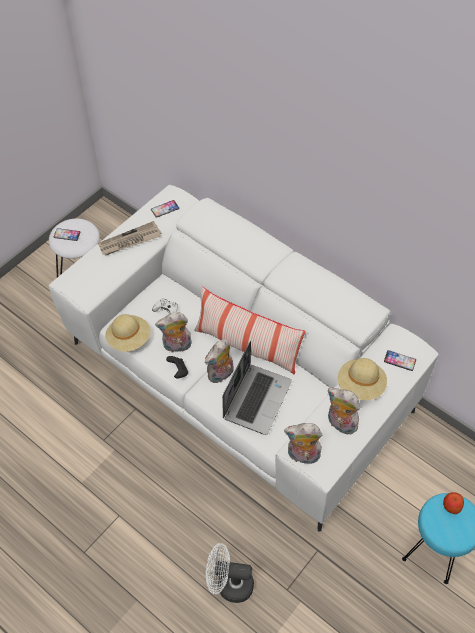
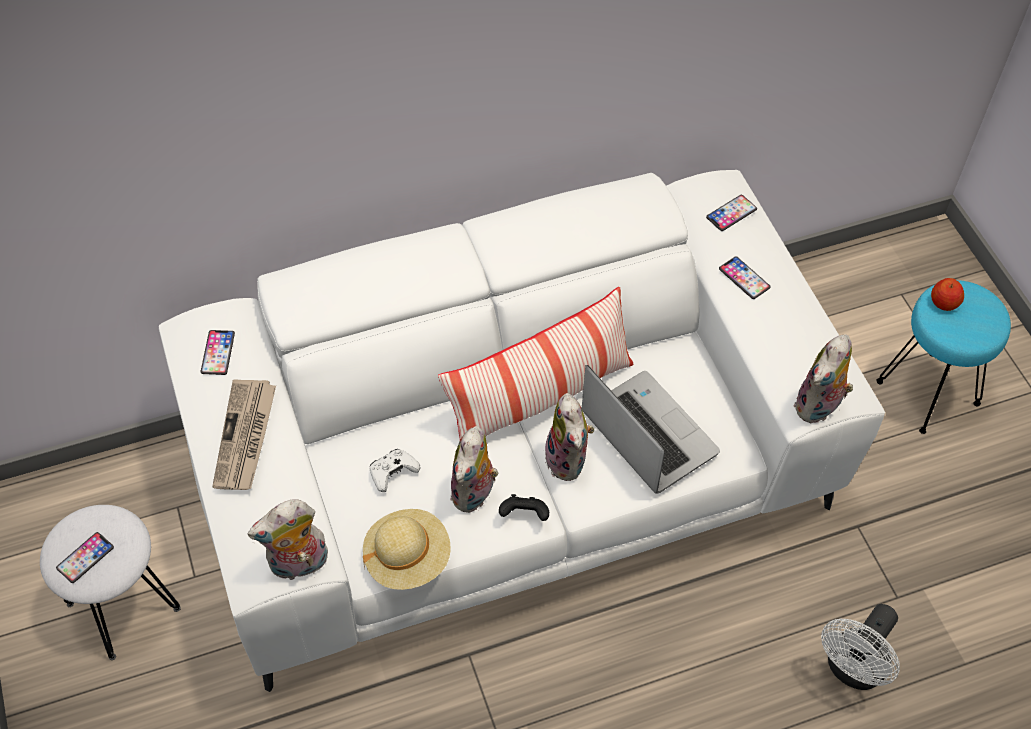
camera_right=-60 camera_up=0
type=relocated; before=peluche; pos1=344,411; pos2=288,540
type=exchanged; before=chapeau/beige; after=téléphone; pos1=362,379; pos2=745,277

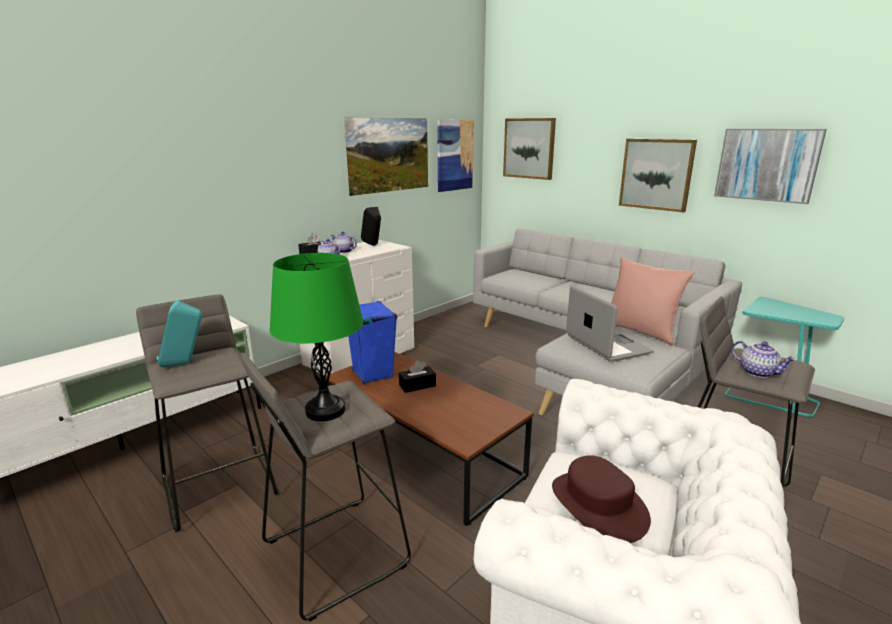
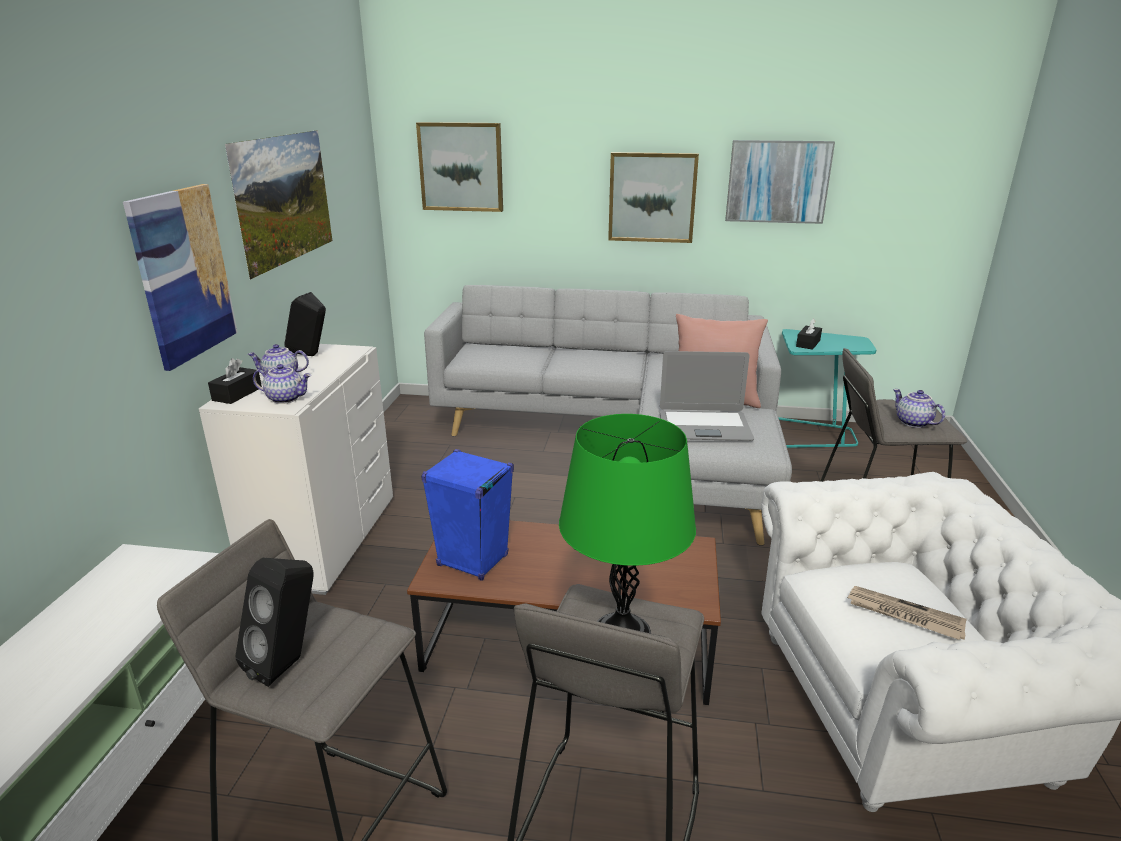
camera_right=-35 camera_up=5
type=colour; before=enceinte/turquoise; after=enceinte/noir; pos1=179,333; pos2=275,622
type=relocated; before=boîte à mouchoirs/noir; pos1=417,376; pos2=809,334
type=relocated; before=tableau; pos1=455,156; pos2=180,277
type=exchanged; before=chapeau/marron; after=journal; pos1=601,499; pos2=907,613
type=spun; before=ordinateur portable; pos1=609,324; pos2=707,396; turn=150
type=spun; before=théière; pos1=763,359; pos2=919,408; turn=-135

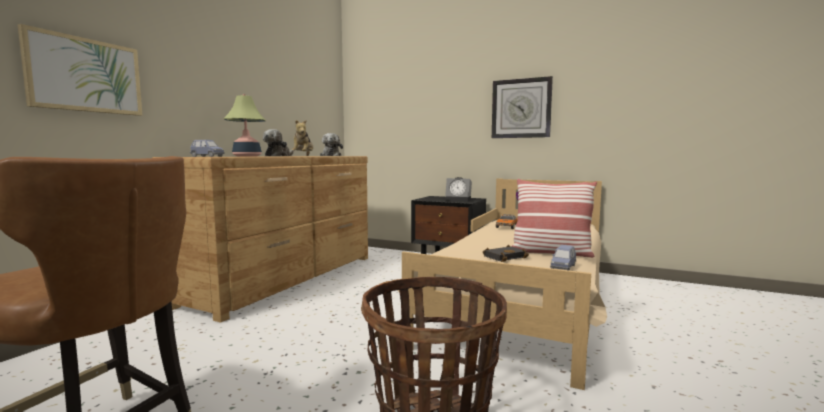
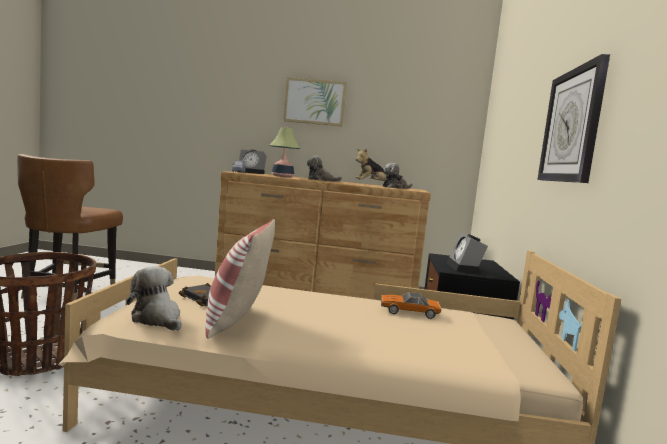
camera_right=70 camera_up=0
type=relocated; before=tableau; pos1=80,70; pos2=315,101
type=exchanged; before=petite voiture/bleu; after=peluche; pos1=563,258; pos2=154,298
type=appeared; after=réveil; pos2=252,161

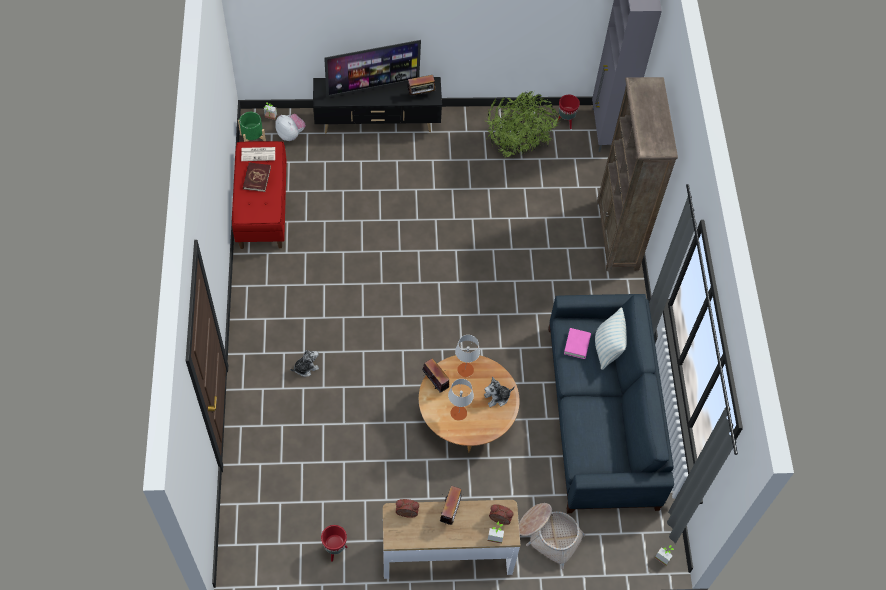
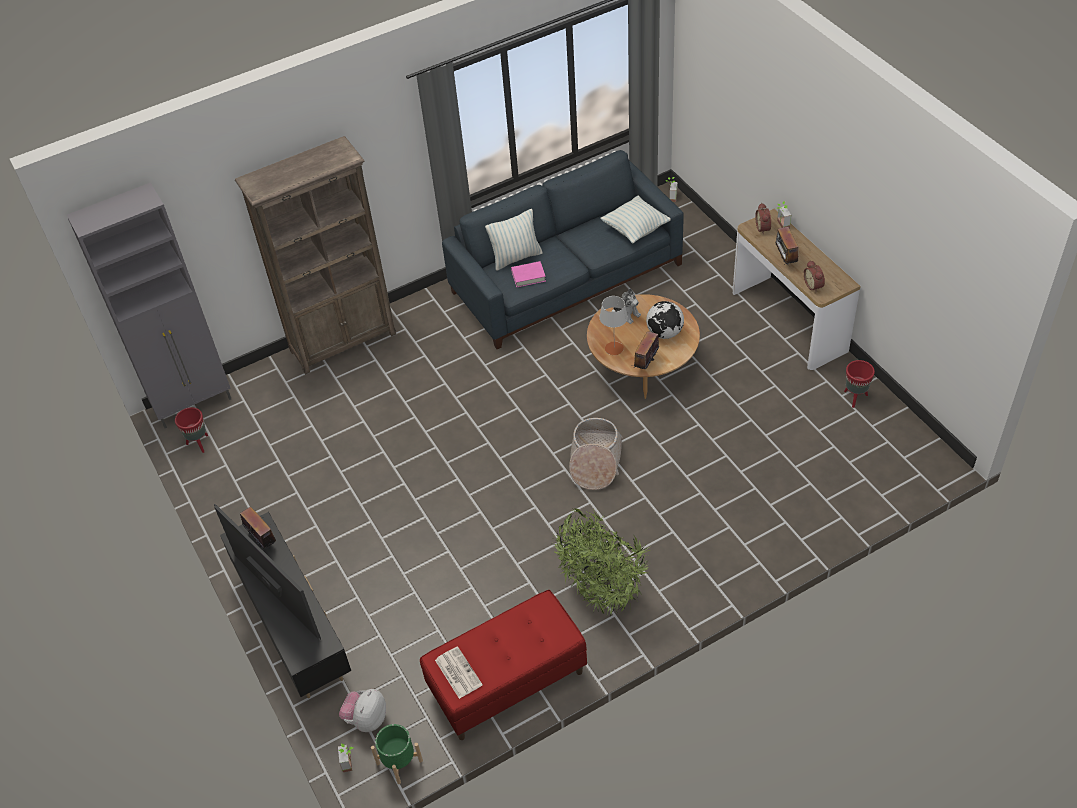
camera_right=-110 camera_up=-10
type=missing; before=livre/rouge; pos1=257,177
type=missing; before=peluche; pos1=304,363
type=spun; before=radio; pos1=451,505; pos2=787,246; turn=-90
type=exchanged; before=lampe de table/gris; after=globe; pos1=461,400; pos2=665,320
type=relocated; before=plante en pot; pos1=523,124; pos2=600,562
type=relocated; before=panier; pos1=552,536; pos2=596,454
type=appeared; after=coussin; pos2=636,219

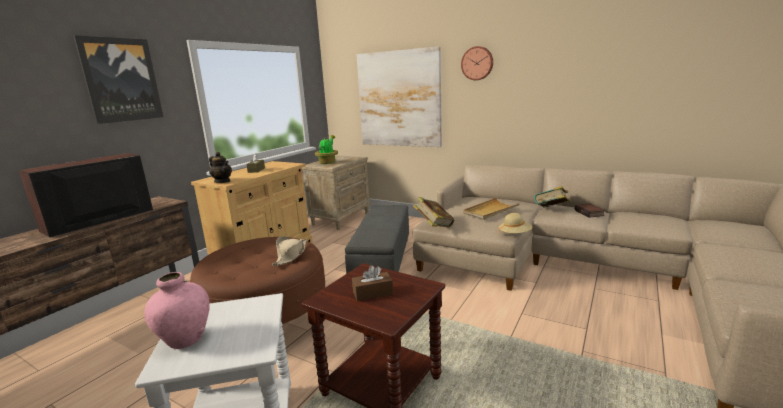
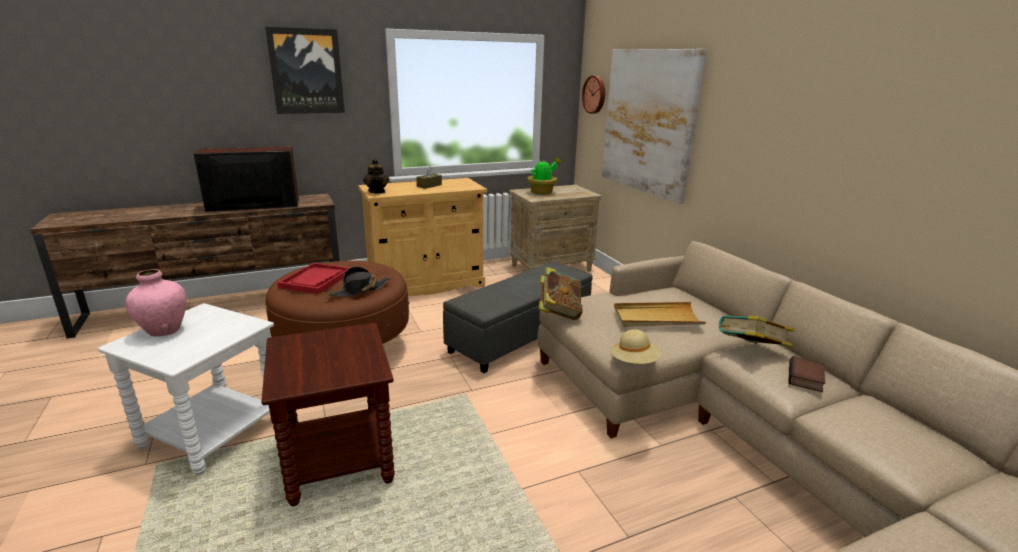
camera_right=35 camera_up=5
type=colour; before=chapeau/beige; after=chapeau/noir; pos1=289,251; pos2=359,282
type=missing; before=boîte à mouchoirs/marron; pos1=372,283
type=relocated; before=horloge murale; pos1=477,63; pos2=593,95
type=appeared; after=plateau/rouge; pos2=313,278

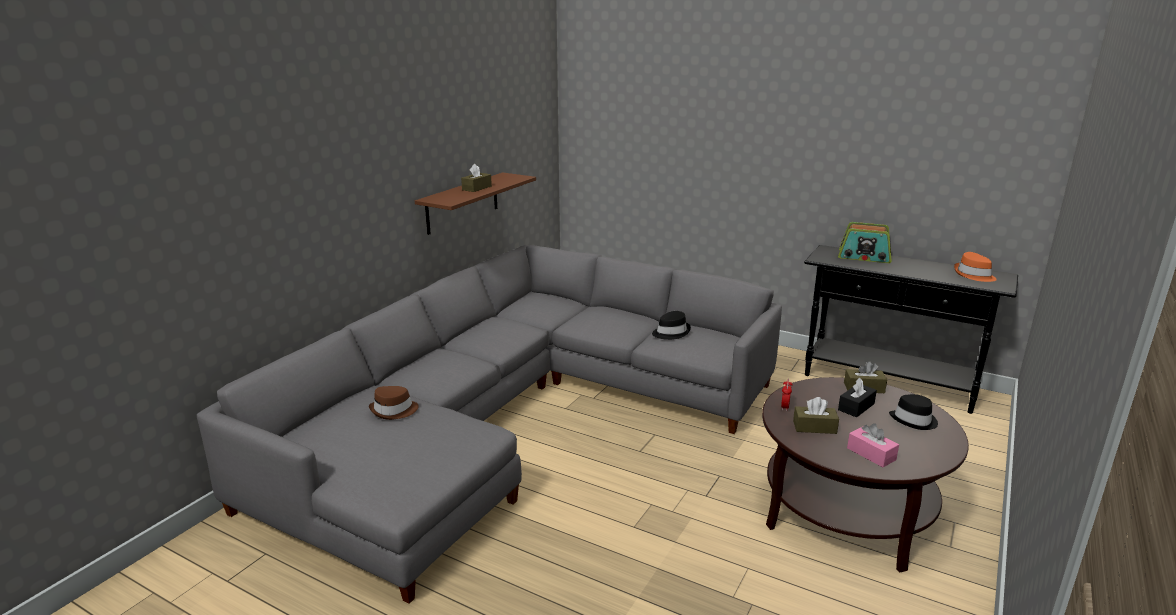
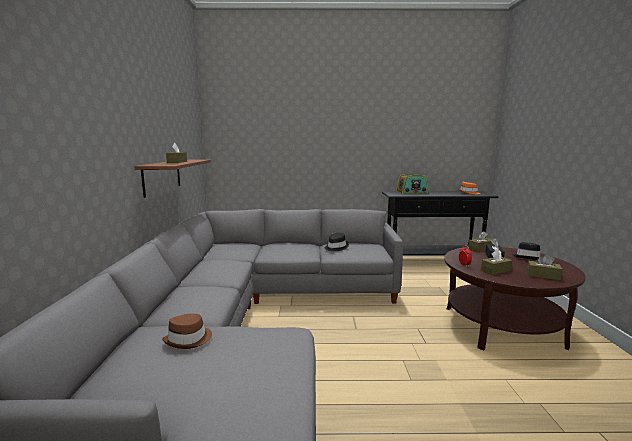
camera_right=-30 camera_up=-10
type=colour; before=boîte à mouchoirs/rose; after=boîte à mouchoirs/marron; pos1=873,445; pos2=545,267

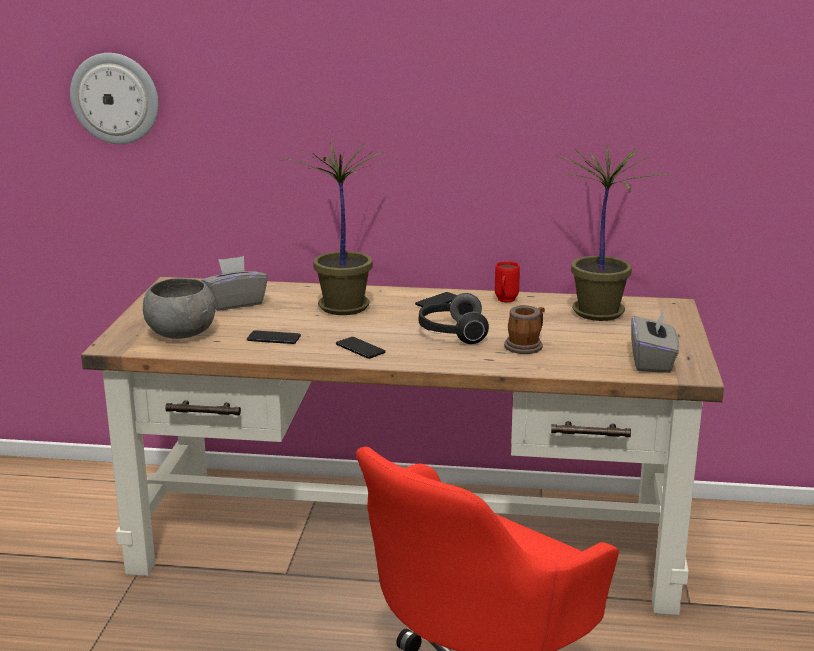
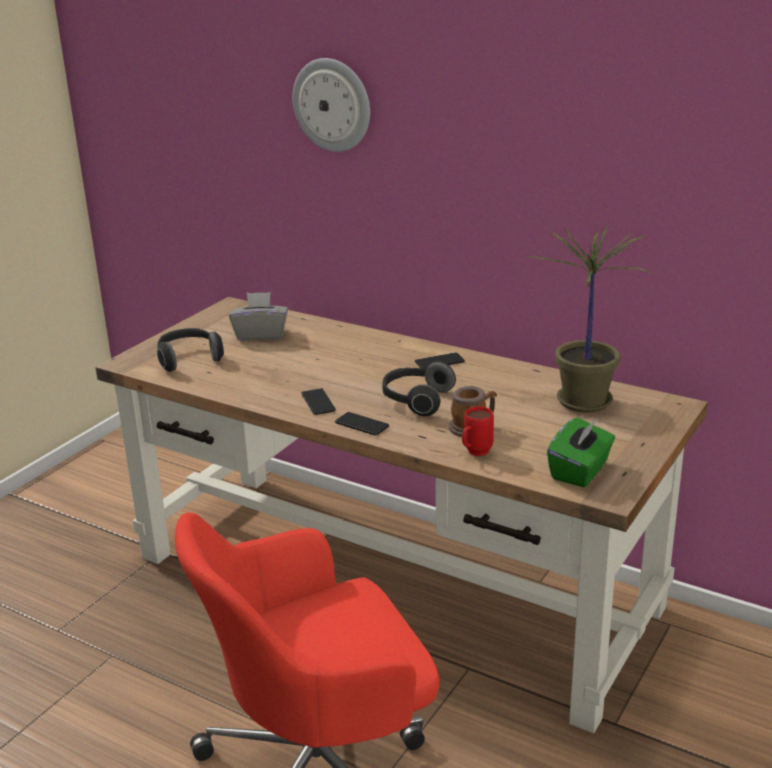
camera_right=25 camera_up=5
type=relocated; before=horloge murale; pos1=114,98; pos2=331,105
type=exchanged; before=bol/gris; after=casque audio; pos1=179,308; pos2=190,350
type=relocated; before=téléphone; pos1=274,337; pos2=362,424
type=missing; before=plante en pot; pos1=333,228
type=relocated; before=mug/rouge; pos1=507,281; pos2=478,431
type=colour; before=boîte à mouchoirs/gris; after=boîte à mouchoirs/vert; pos1=655,341; pos2=581,452

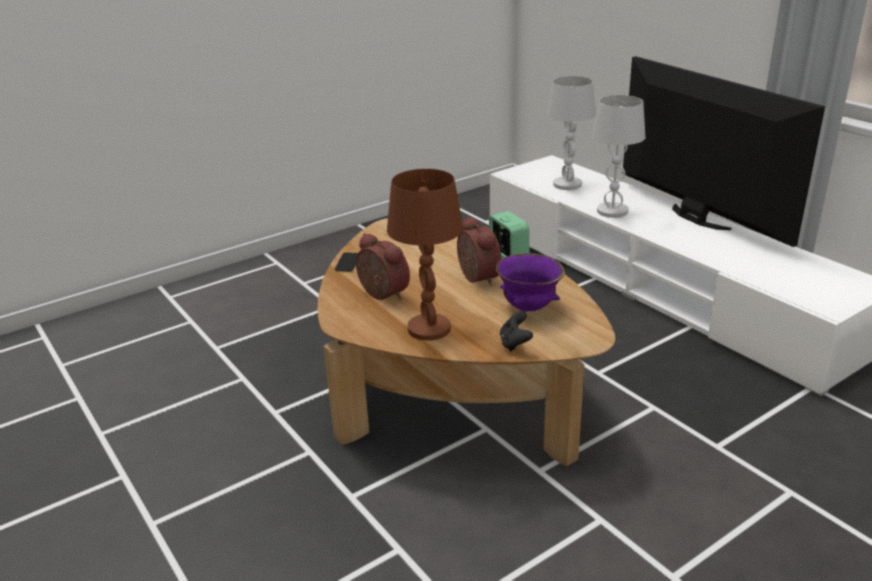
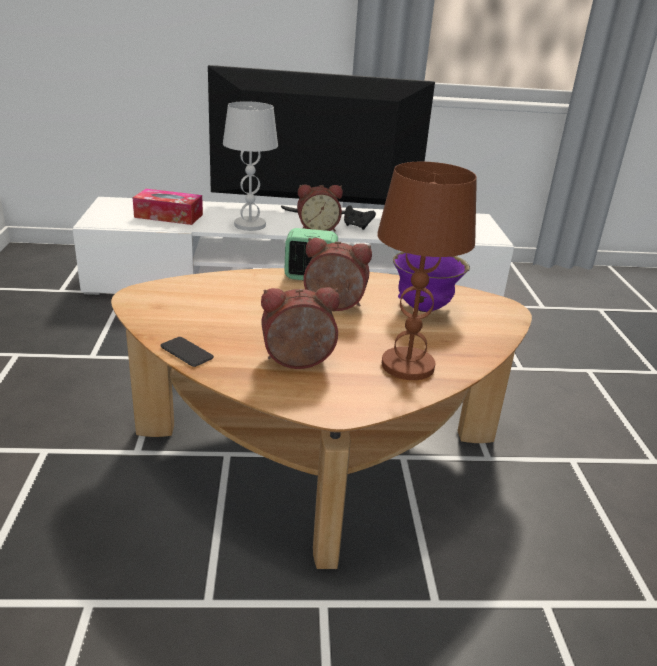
camera_right=-60 camera_up=0
type=relocated; before=manette/noir; pos1=516,331; pos2=360,217
type=exchanged; before=lampe de table/blanc; after=boîte à mouchoirs; pos1=571,133; pos2=168,207
type=appeared; after=réveil; pos2=320,207

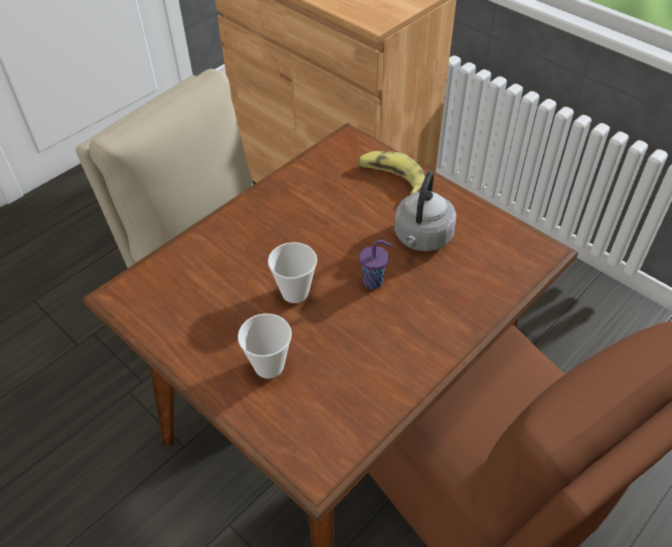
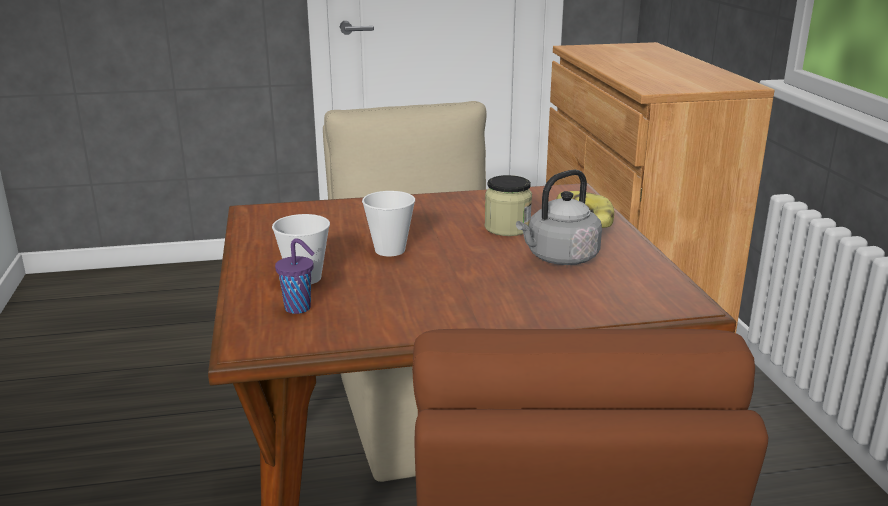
camera_right=35 camera_up=-25
type=relocated; before=tasse/violet; pos1=375,264; pos2=295,276
type=appeared; after=bocal; pos2=508,205

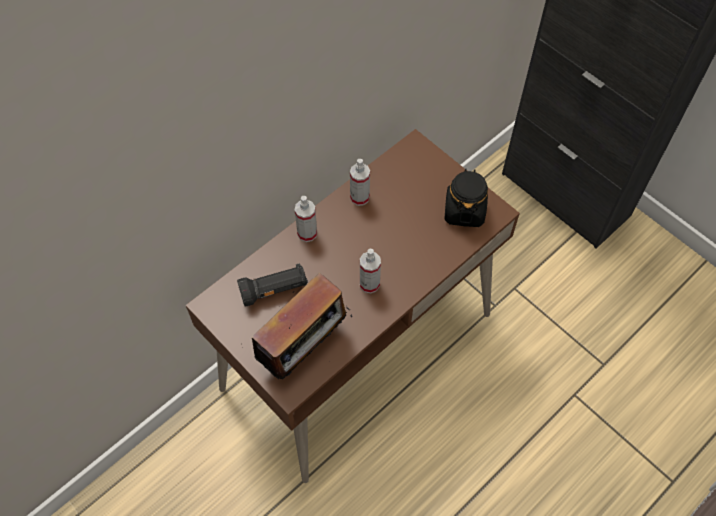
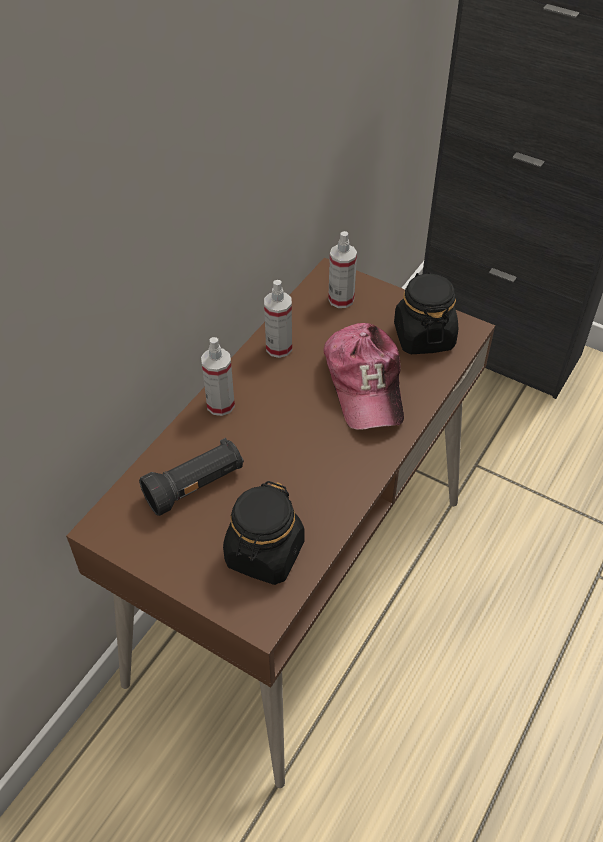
camera_right=-15 camera_up=-10
type=exchanged; before=radio; after=bocal/noir; pos1=302,326; pos2=264,533
type=relocated; before=vaporisateur; pos1=370,271; pos2=342,269
type=appeared; after=casquette; pos2=364,376

